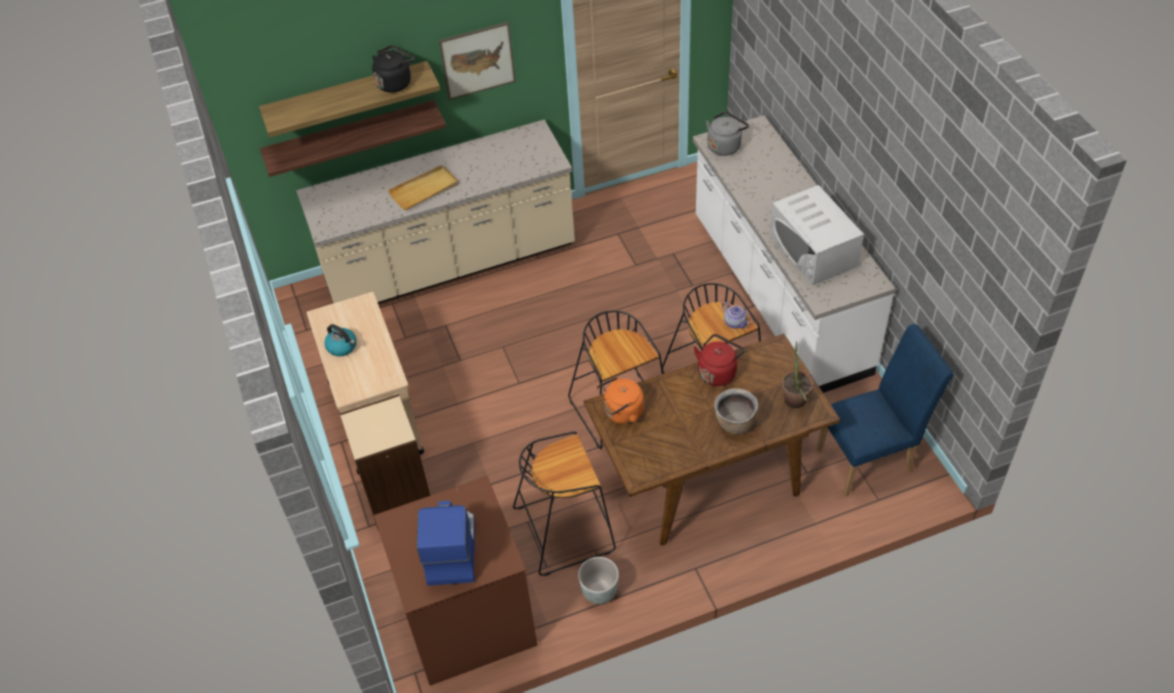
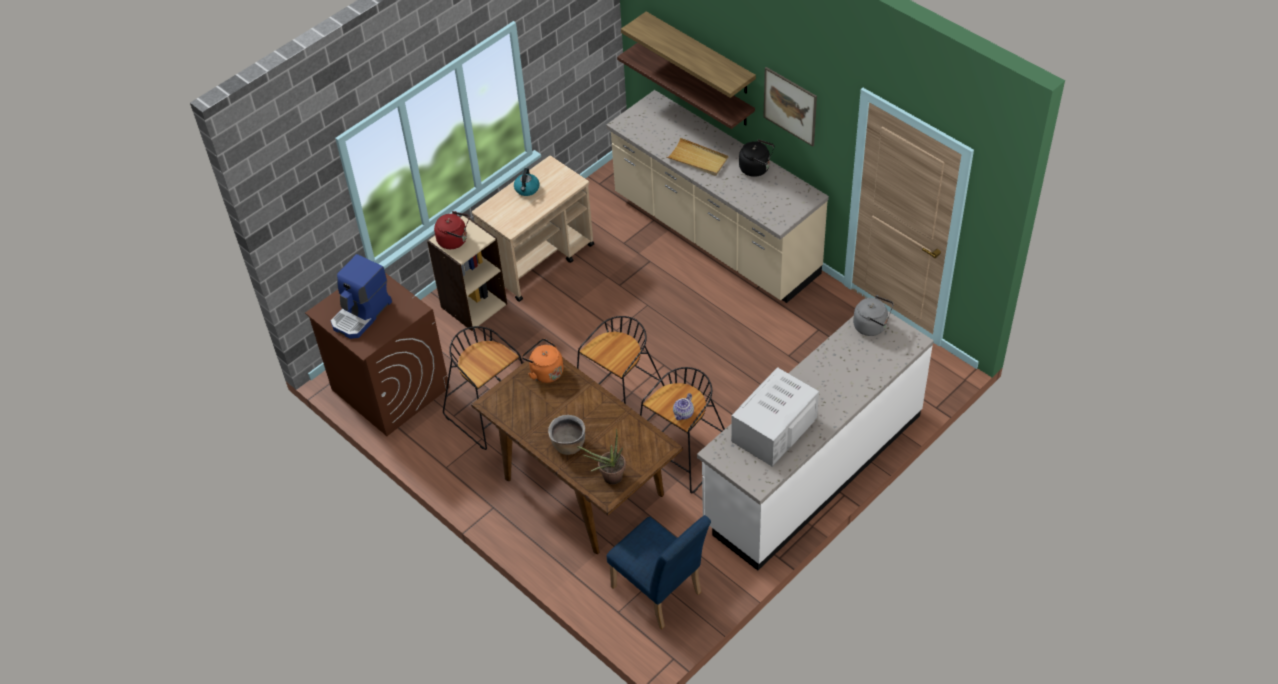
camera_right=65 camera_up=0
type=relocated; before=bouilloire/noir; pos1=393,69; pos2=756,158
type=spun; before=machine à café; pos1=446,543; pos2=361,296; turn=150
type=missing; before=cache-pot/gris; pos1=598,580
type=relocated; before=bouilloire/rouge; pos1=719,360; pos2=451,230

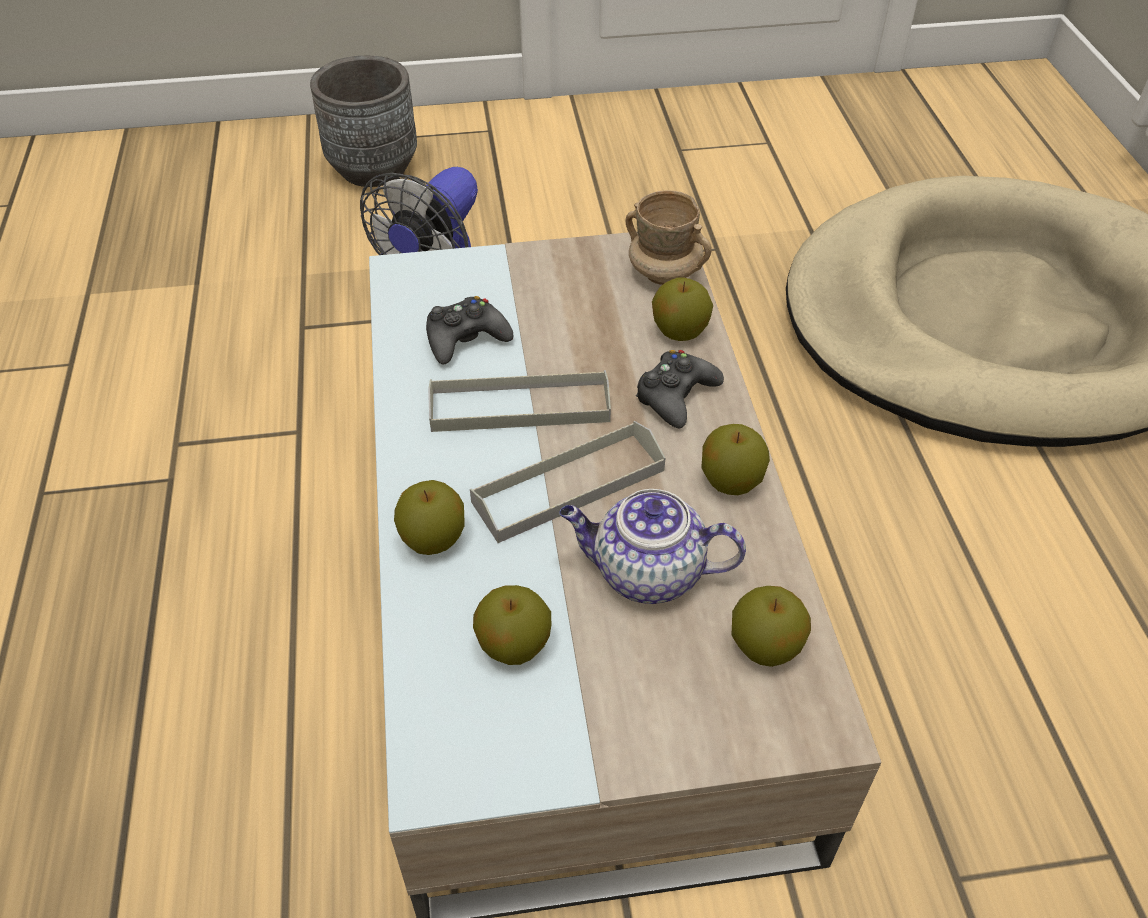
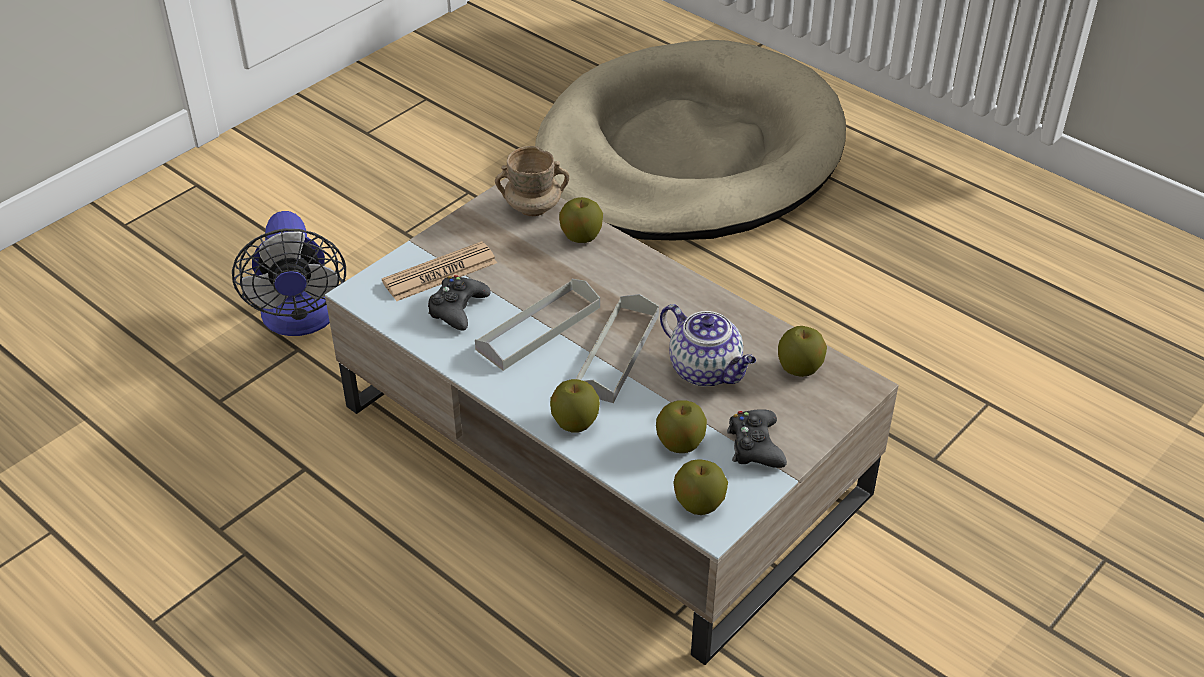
camera_right=-40 camera_up=-5
type=missing; before=cache-pot/gris; pos1=363,121
type=spun; before=théière; pos1=652,546; pos2=708,345; turn=-105
type=relocated; before=manette/noir; pos1=680,389; pos2=757,438
type=relocated; before=pomme; pos1=735,459; pos2=700,487
type=appeared; after=journal; pos2=439,271

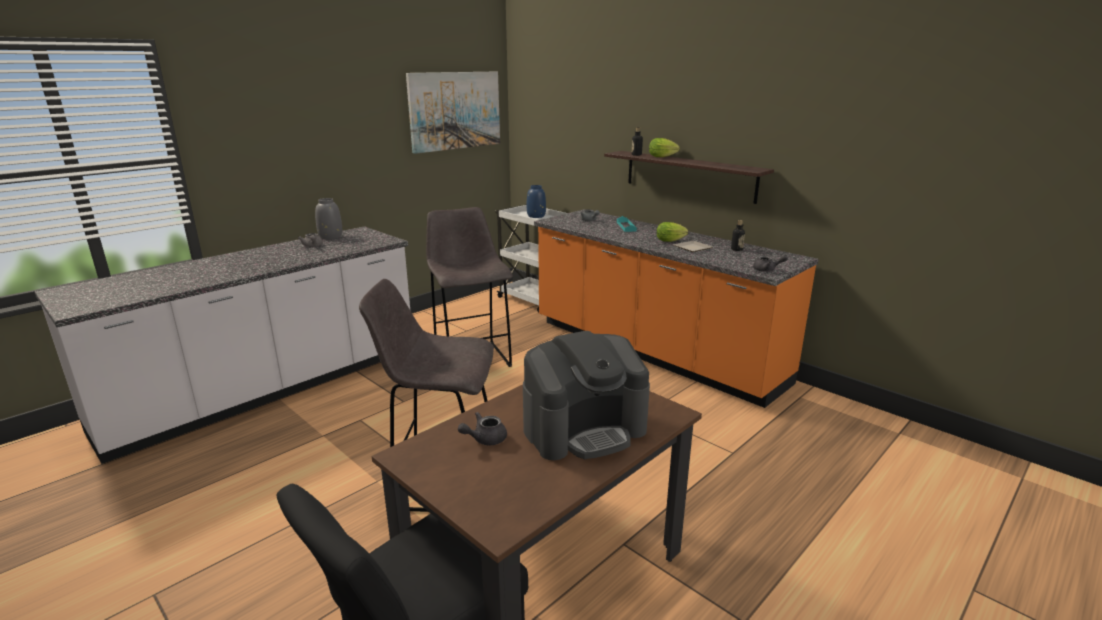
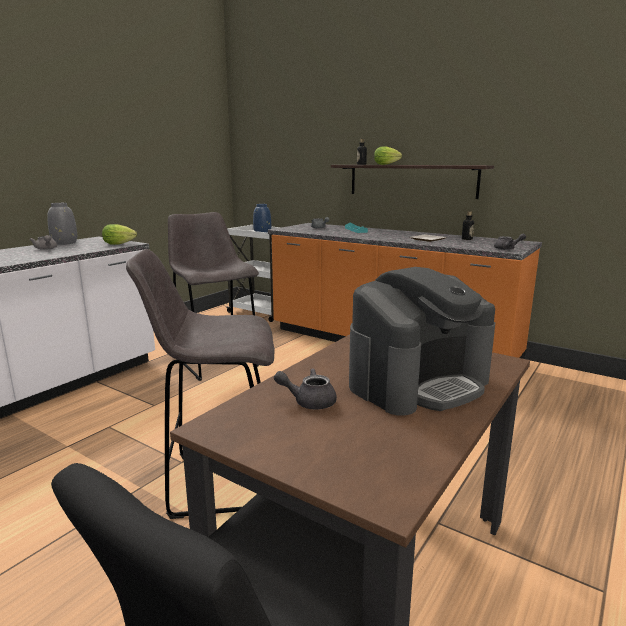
camera_right=-10 camera_up=-5
type=missing; before=tableau; pos1=453,113
type=spun; before=théière/gris; pos1=482,428; pos2=305,388; turn=45
type=relocated; before=laitue; pos1=672,232; pos2=119,234

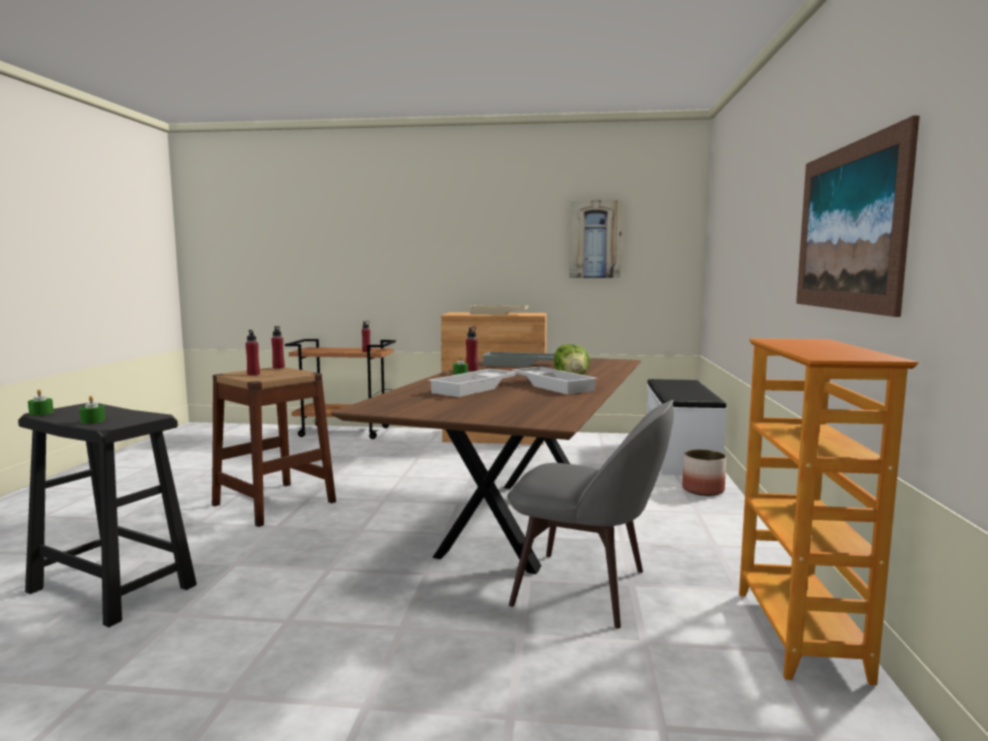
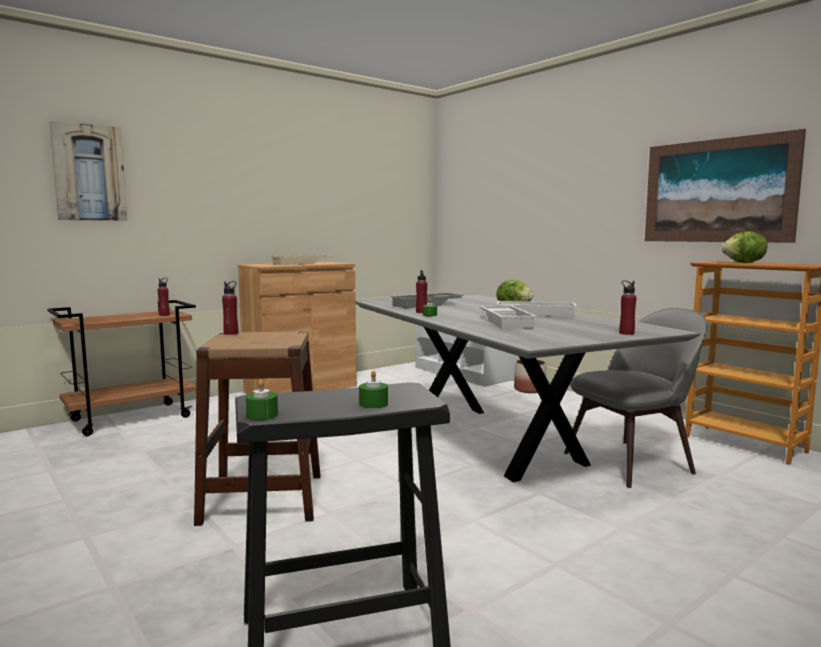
camera_right=-45 camera_up=0
type=relocated; before=bouteille/rouge; pos1=253,352; pos2=628,307
type=colour; before=table à manger/marron; after=table à manger/gris; pos1=486,466; pos2=528,388
type=relocated; before=tableau; pos1=595,239; pos2=88,170
type=appeared; after=laitue; pos2=744,247

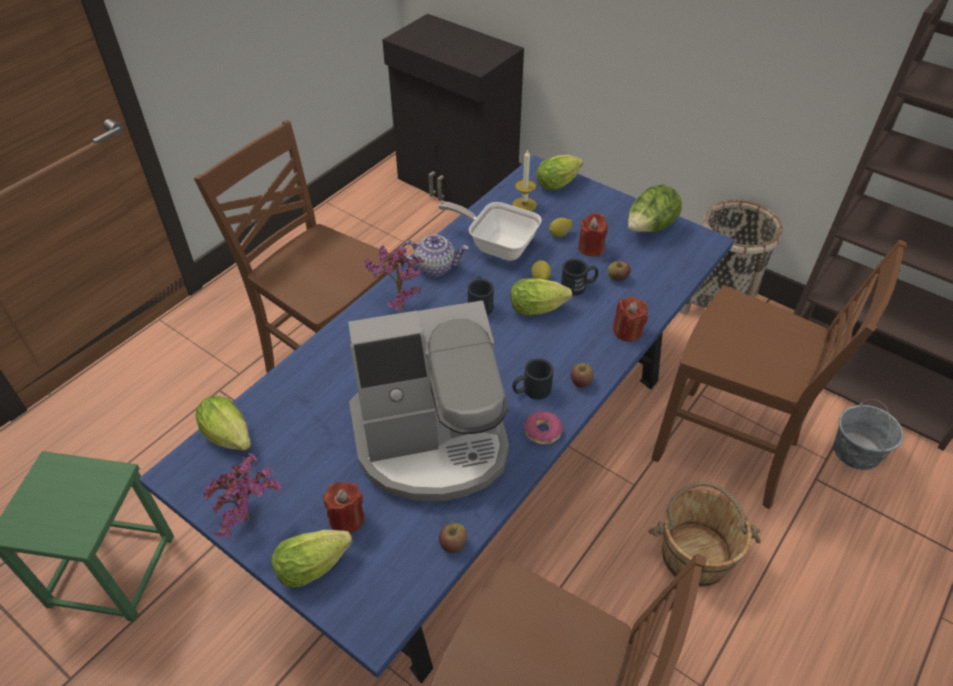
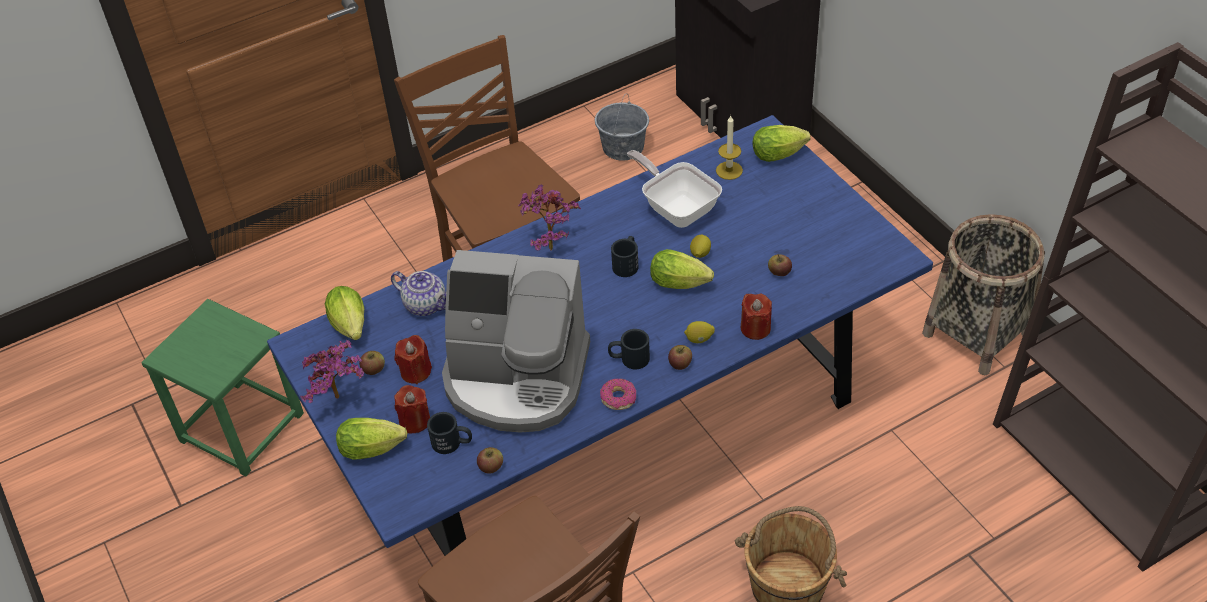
camera_right=25 camera_up=0
type=relocated; before=théière; pos1=435,256; pos2=418,293
type=relocated; before=citron; pos1=561,227; pos2=699,332
type=relocated; before=mug/noir; pos1=579,277; pos2=449,433
type=relocated; before=bougie/rouge; pos1=593,235; pos2=413,359
type=missing; before=laitue; pos1=655,208
type=missing; before=chaise/marron; pos1=779,374
type=relocated; before=seau/gris; pos1=868,434; pos2=622,126
type=appeared; after=pomme; pos2=372,363

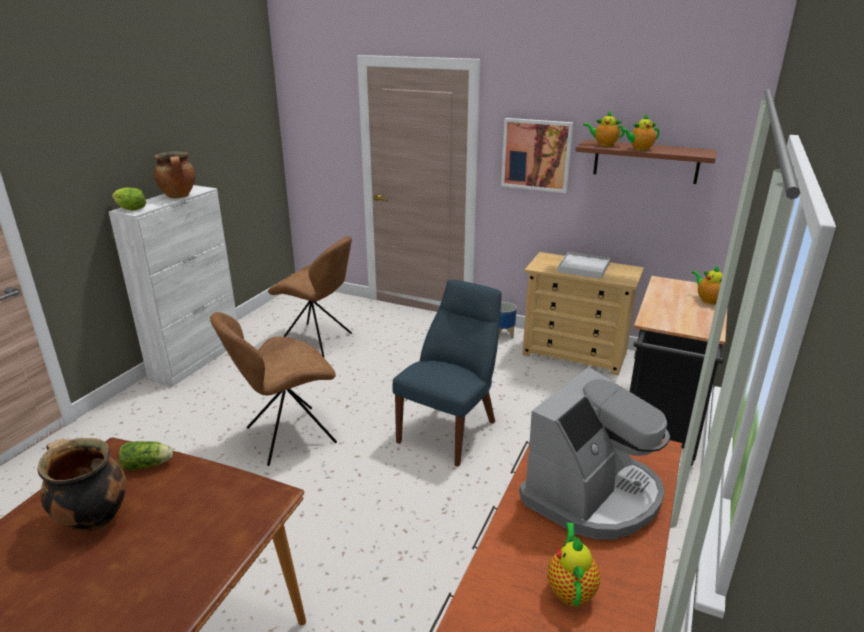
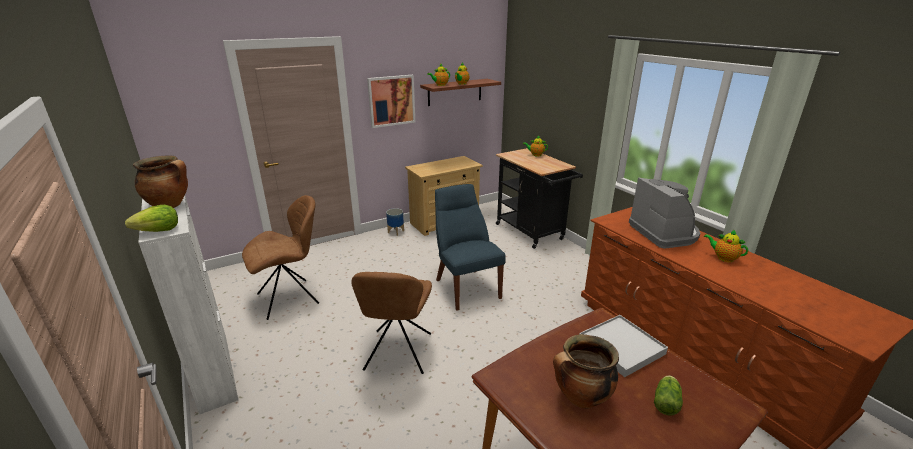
camera_right=-55 camera_up=0
type=relocated; before=laitue; pos1=146,455; pos2=668,395
type=relocated; before=plateau/blanc; pos1=584,265; pos2=623,346

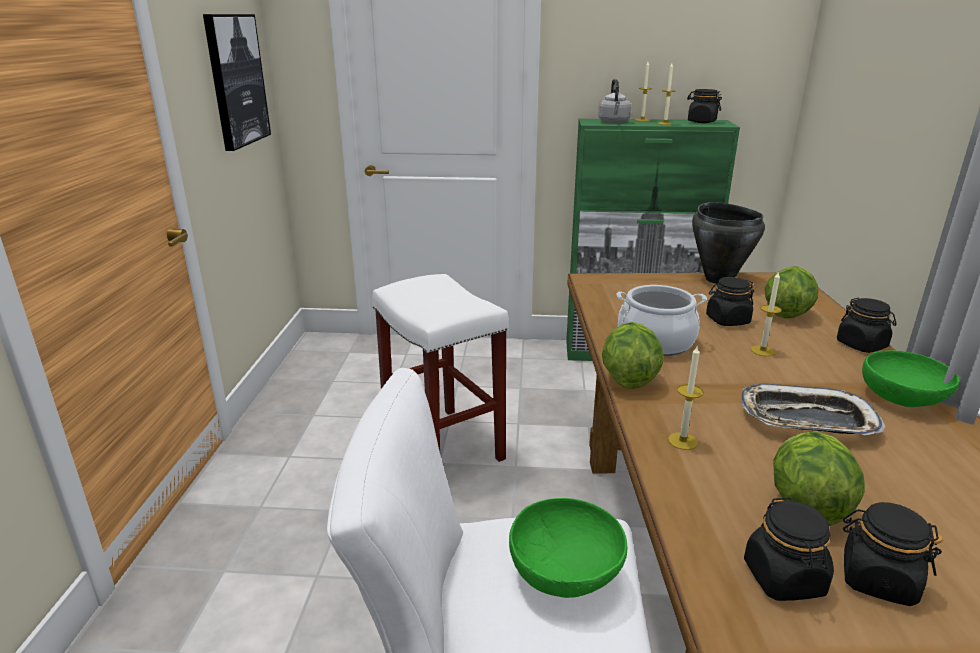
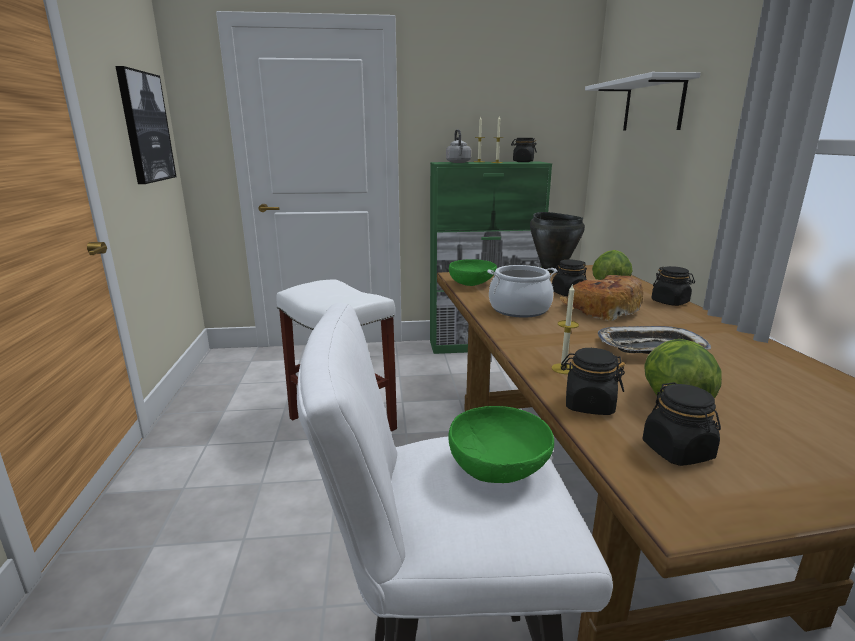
camera_right=-10 camera_up=-5
type=missing; before=laitue; pos1=633,355
type=exchanged; before=bougie; after=pain; pos1=766,313; pos2=601,298
type=relocated; before=bocal/noir; pos1=893,554; pos2=593,381
type=relocated; before=bol/vert; pos1=910,378; pos2=473,272
type=appeared; after=étagère/blanc; pos2=643,101

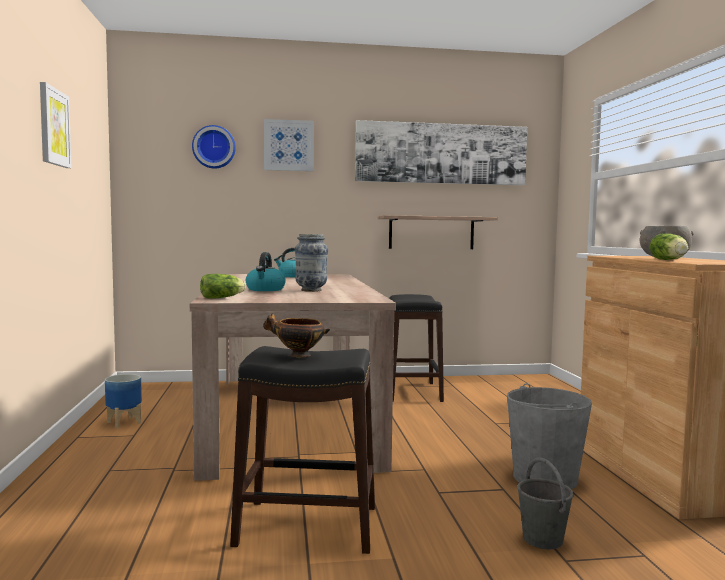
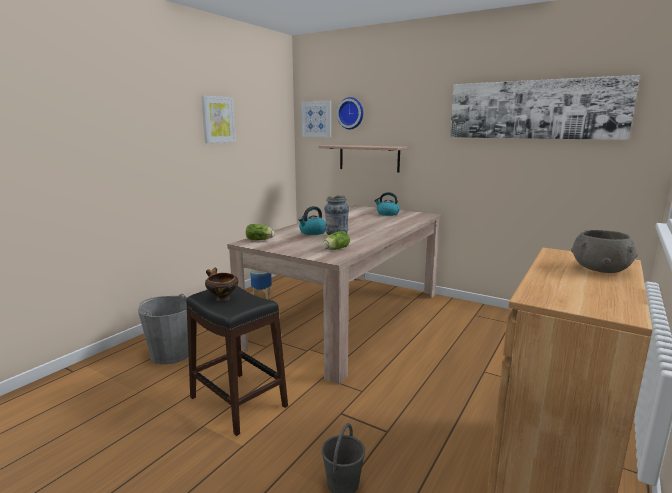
camera_right=40 camera_up=10
type=relocated; before=tableau; pos1=289,145; pos2=316,119
type=relocated; before=étagère; pos1=438,232; pos2=363,159
type=missing; before=tabouret/noir; pos1=416,348
type=relocated; before=seau/gris; pos1=549,436; pos2=163,329
type=relocated; before=laitue; pos1=669,246; pos2=336,240

